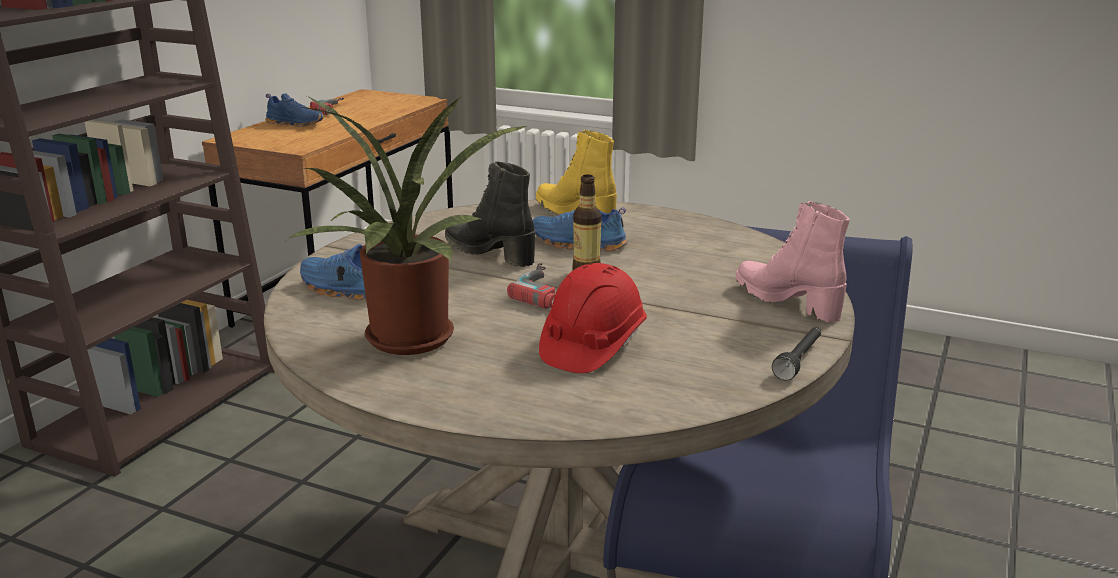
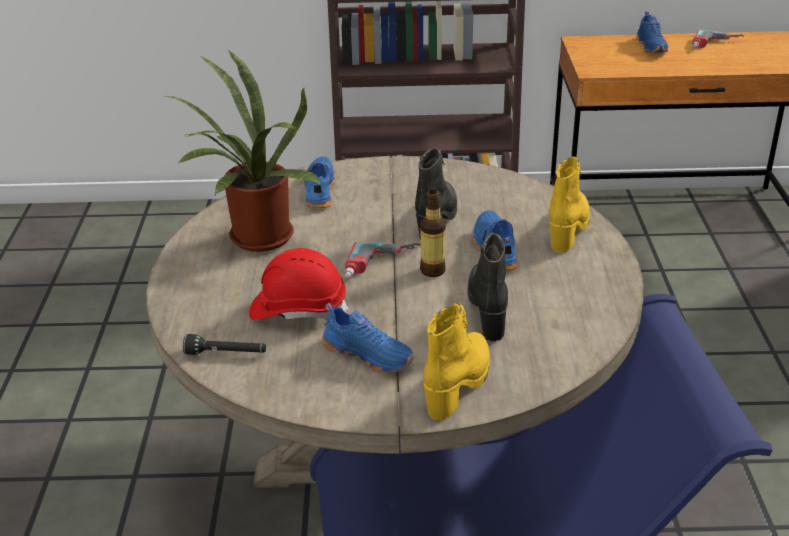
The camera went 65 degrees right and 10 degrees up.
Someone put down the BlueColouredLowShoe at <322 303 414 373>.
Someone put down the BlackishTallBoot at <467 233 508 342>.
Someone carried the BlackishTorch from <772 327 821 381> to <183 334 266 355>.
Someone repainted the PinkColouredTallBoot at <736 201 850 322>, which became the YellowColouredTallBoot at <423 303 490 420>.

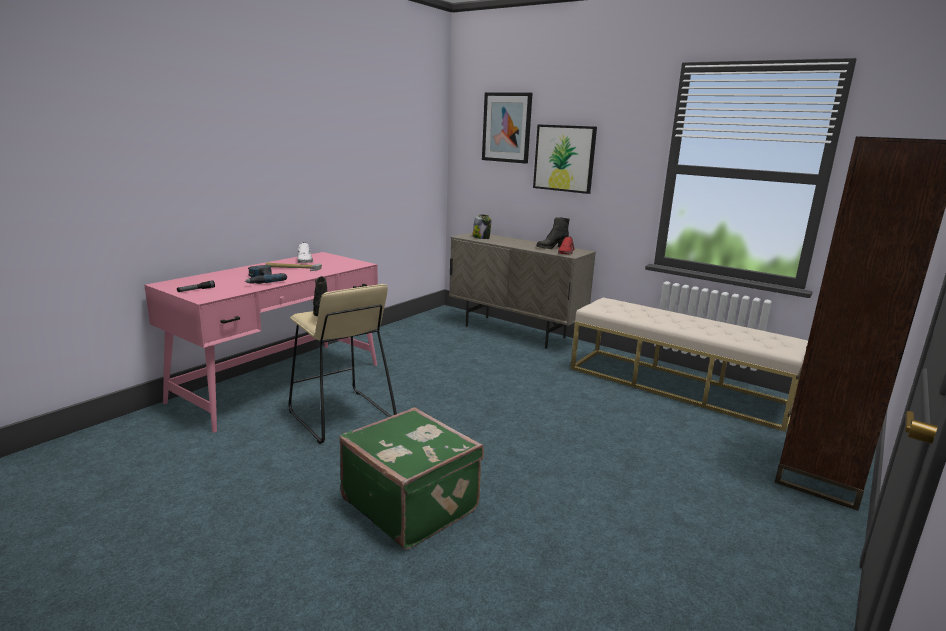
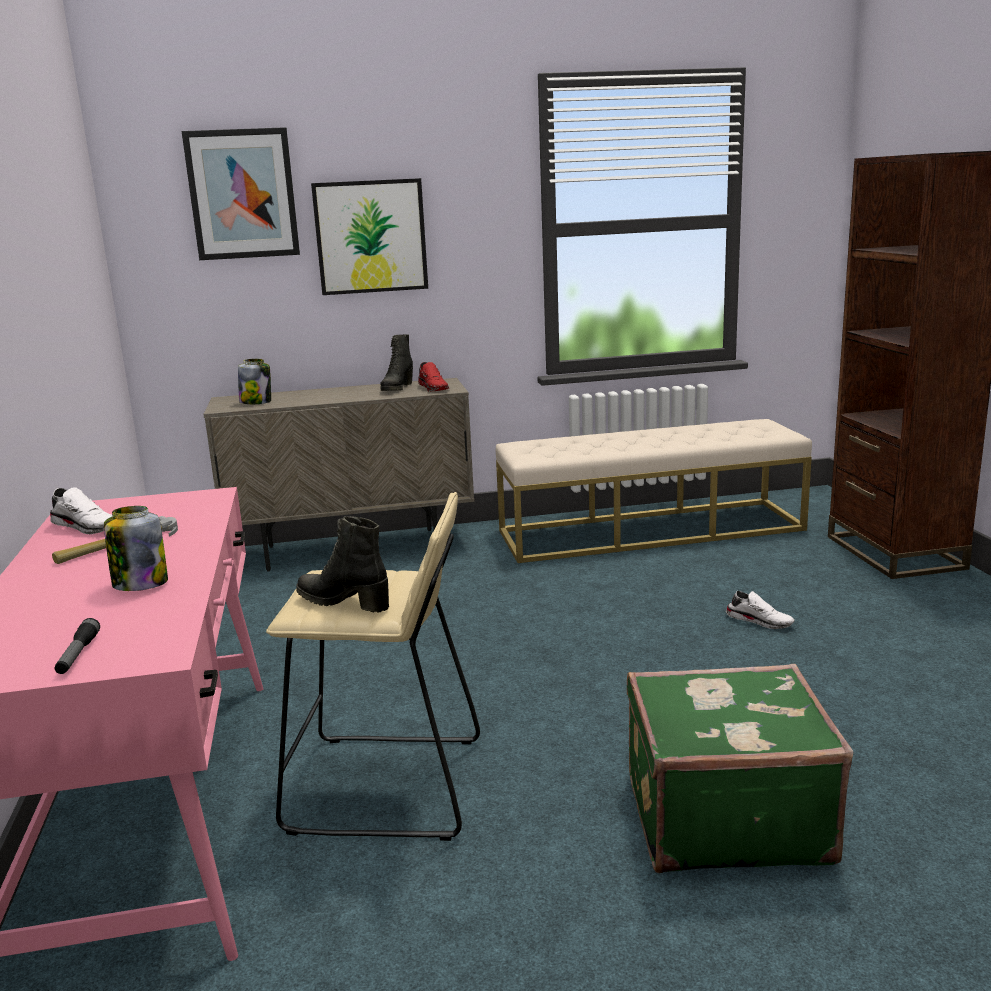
The camera went 45 degrees left and 0 degrees up.
Someone put down the WhiteColouredLowShoe at <726 591 795 629>.
Someone swapped the Drill at <245 265 287 284> for the PreserveJar at <104 506 168 591>.

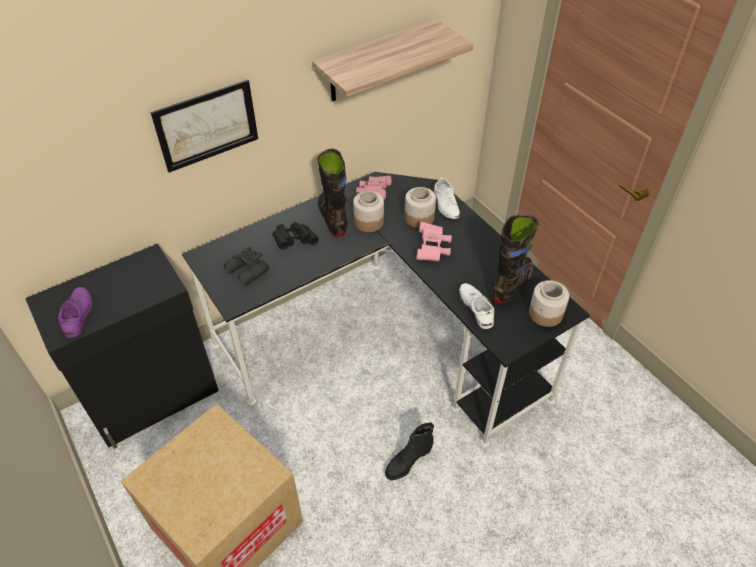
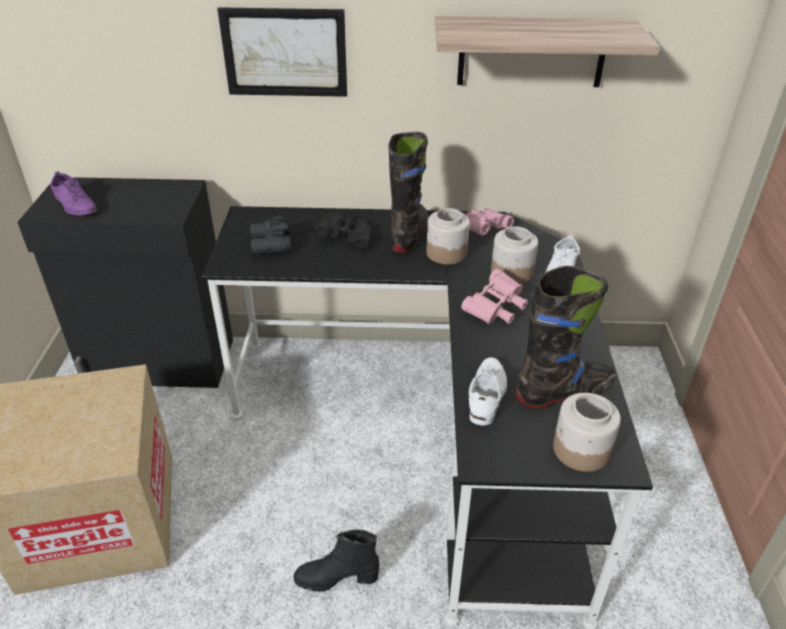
The camera went 35 degrees right and 10 degrees down.
Someone rotated the PurpleLowShoe at <58 287 92 338> by 105 degrees clockwise.

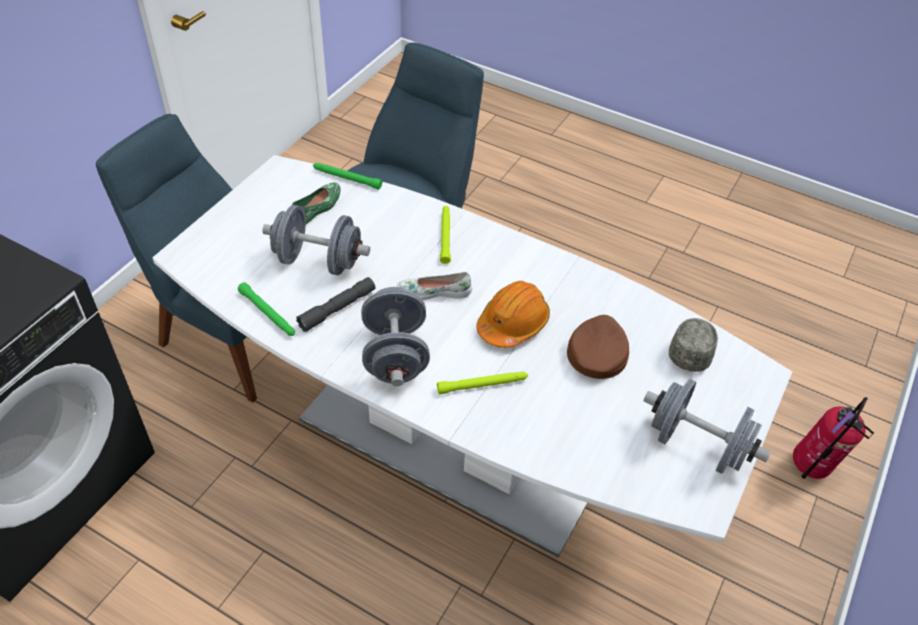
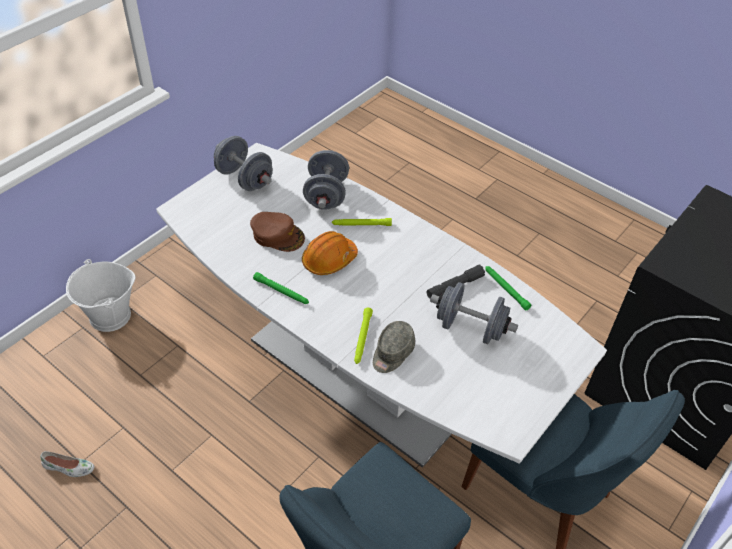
The camera went 170 degrees left and 0 degrees up.
Someone took away the GreenColouredLowShoe at <292 182 340 224>.
Someone carried the GreenColouredTorch from <313 163 382 190> to <253 272 309 304>.
Someone carried the GreyDumbbell from <361 287 430 386> to <303 150 349 210>.
Someone carried the WhiteColouredLowShoe from <397 272 472 300> to <40 451 95 477>.
Someone carried the GreyBaseballCap from <669 318 718 372> to <373 321 415 373>.
Someone swapped the FireFightingCylinder at <793 397 874 479> for the WhiteColouredPail at <66 259 136 332>.
Someone rotated the BrownColouredBaseballCap at <567 315 629 379> by 90 degrees counterclockwise.

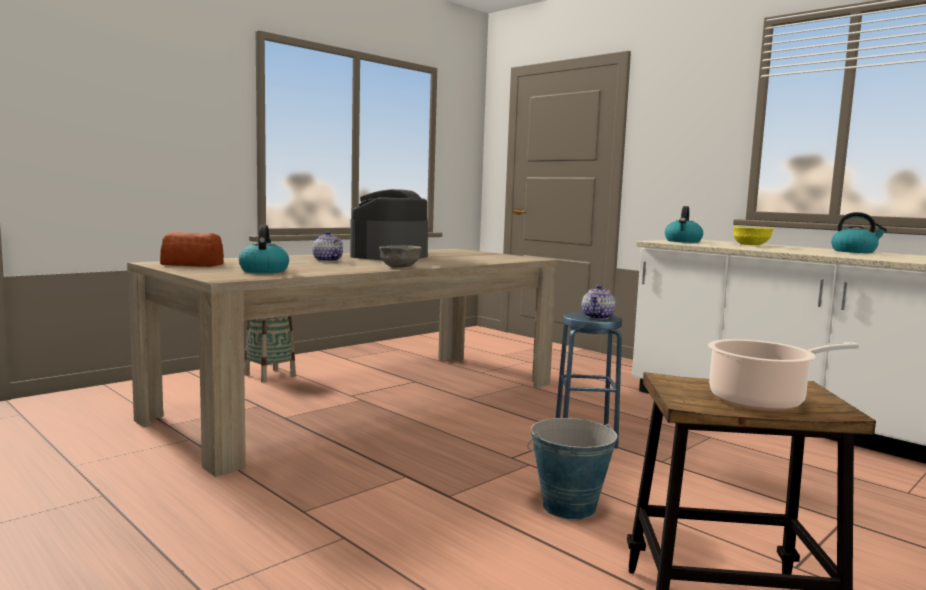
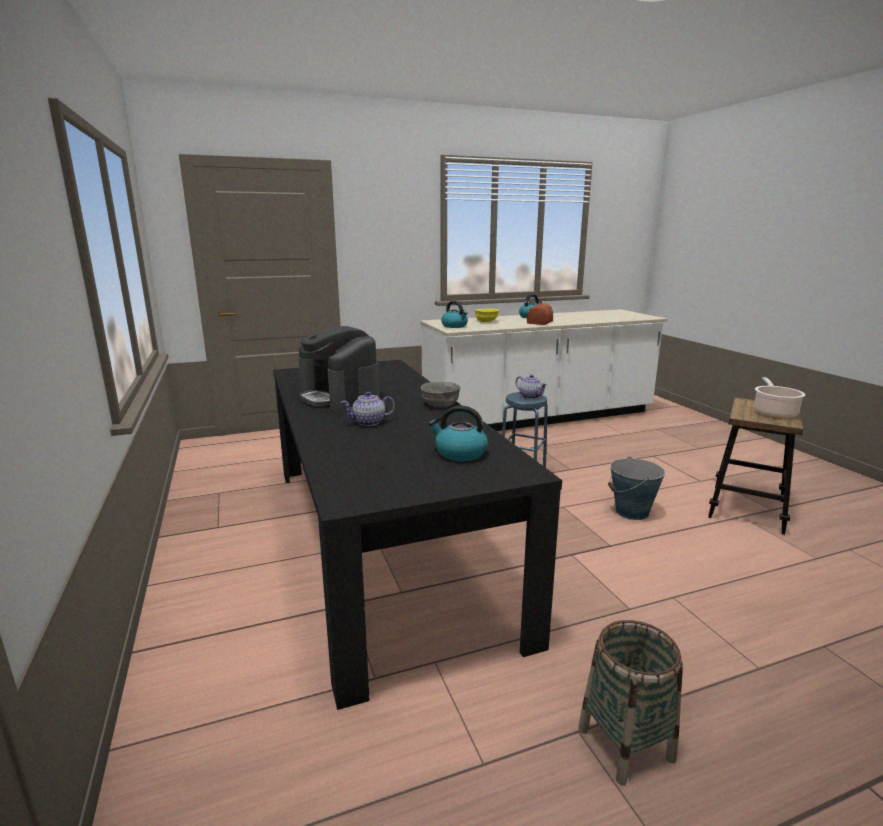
The camera went 65 degrees left and 10 degrees up.
Someone carried the BakedBread from <160 232 224 267> to <527 303 553 325>.
Someone carried the StorageBasket from <244 316 296 382> to <578 620 683 785>.
Someone repainted the BeigeColouredDiningTable at <127 249 557 477>, which became the BlackishDiningTable at <273 360 562 710>.

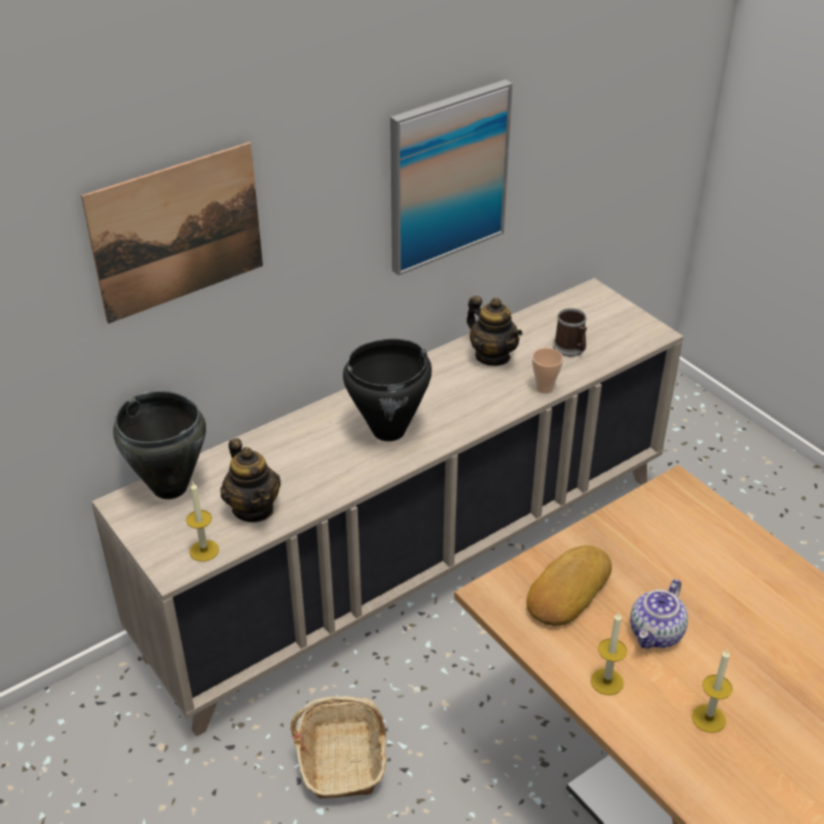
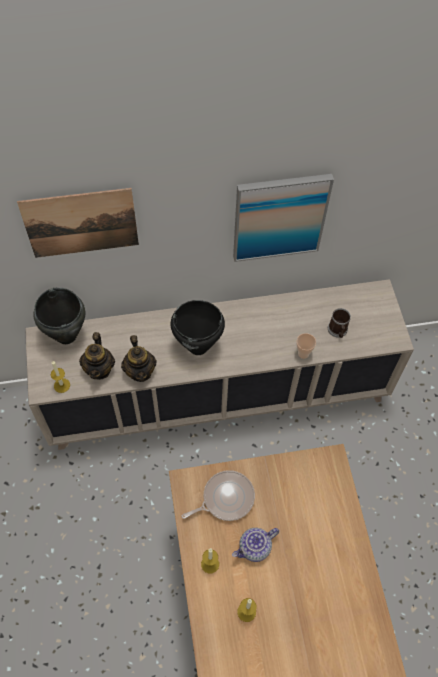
The camera went 25 degrees right and 20 degrees up.
Someone took away the StorageBasket at <291 696 386 799>.
Someone carried the Teapot from <467 296 522 366> to <121 335 157 382>.
Someone swapped the BakedBread at <527 545 612 626> for the Pan at <182 470 255 521>.

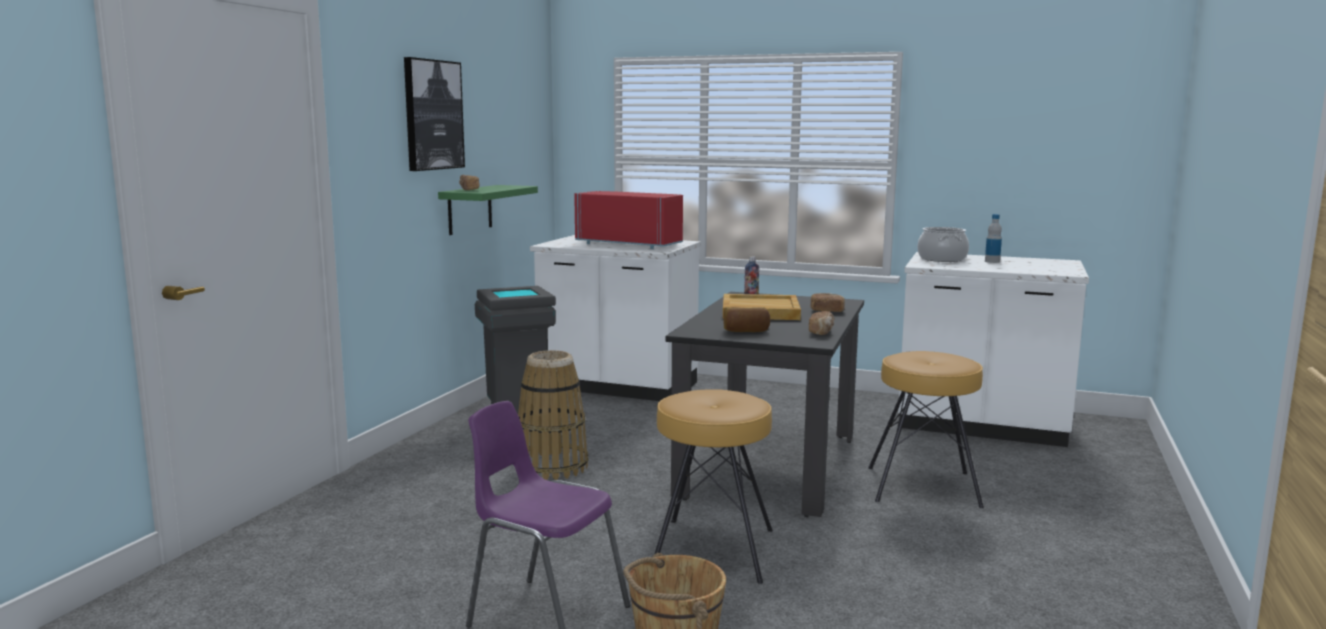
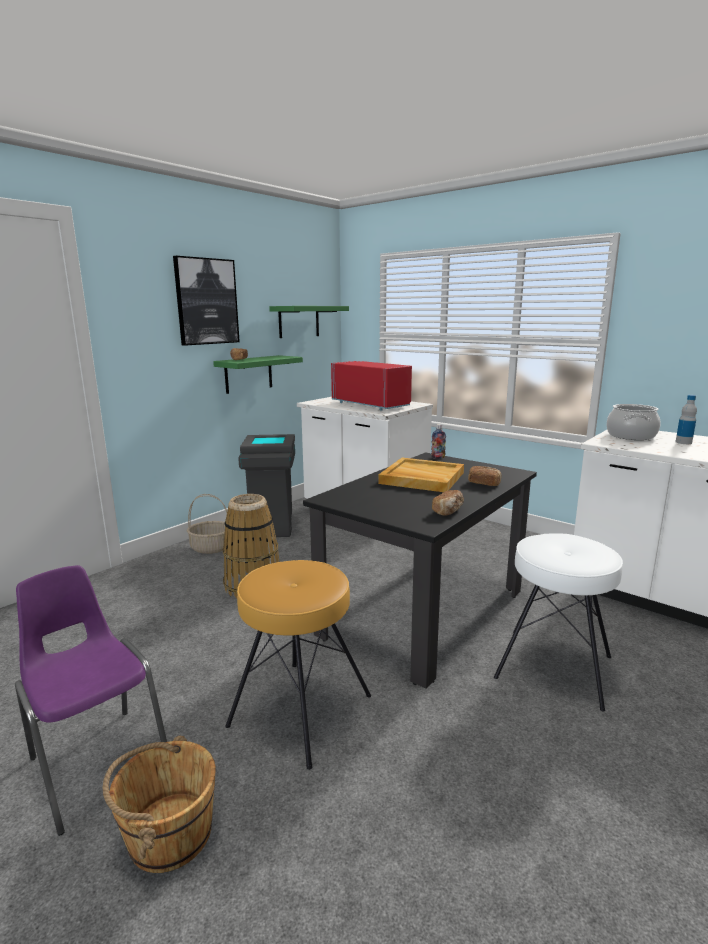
The camera went 20 degrees right and 5 degrees up.
Someone took away the BakedBread at <724 307 770 332>.
Someone put down the StorageBasket at <187 494 227 554>.
Someone put up the GreenColouredShelf at <269 306 349 338>.
Someone repainted the BrownColouredSittingStool at <868 351 984 508>, which became the WhiteColouredSittingStool at <494 533 623 711>.

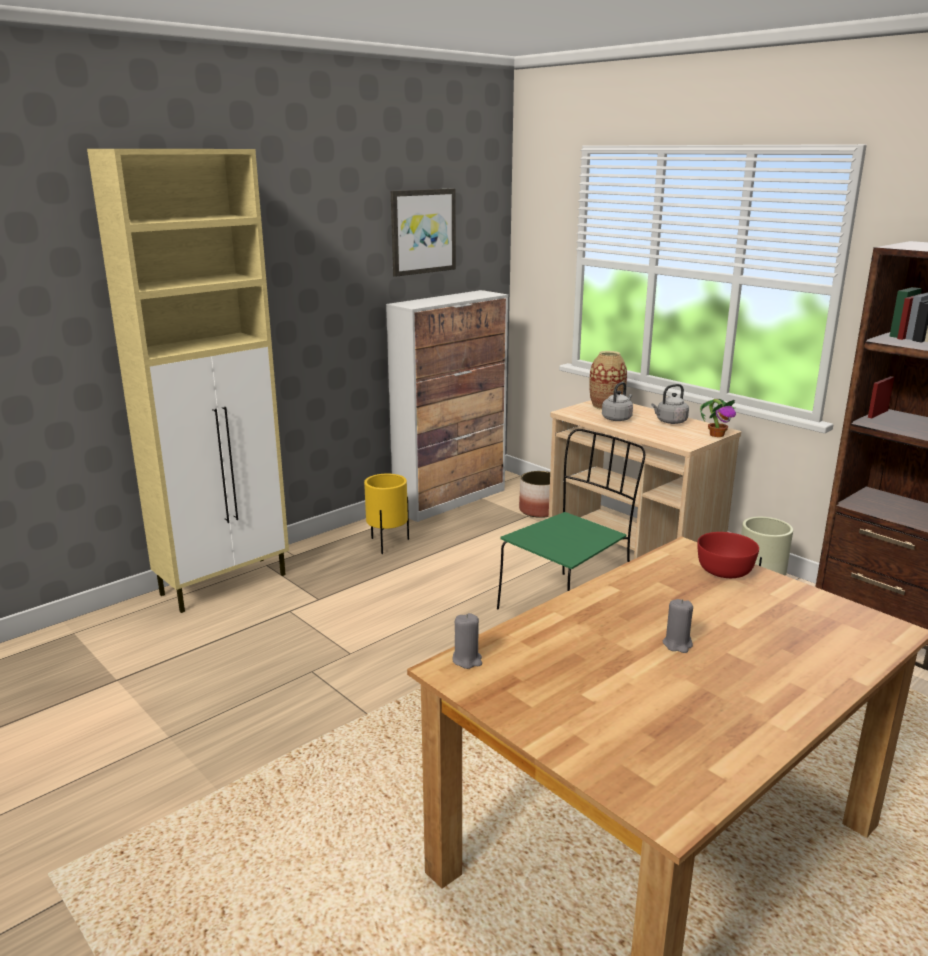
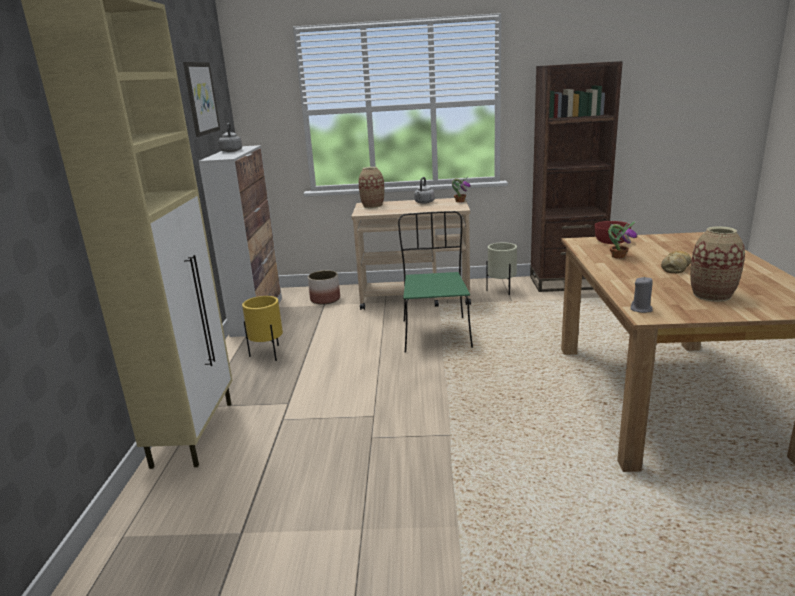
The camera went 45 degrees left and 0 degrees up.
Someone put down the PottedPlant at <608 221 637 259>.
Someone put down the DecorativeVase at <690 226 745 302>.
Someone carried the GreyKettle from <602 382 633 421> to <219 123 242 152>.
Someone swapped the GreyCandle at <663 599 693 653> for the BakedBread at <661 250 691 273>.

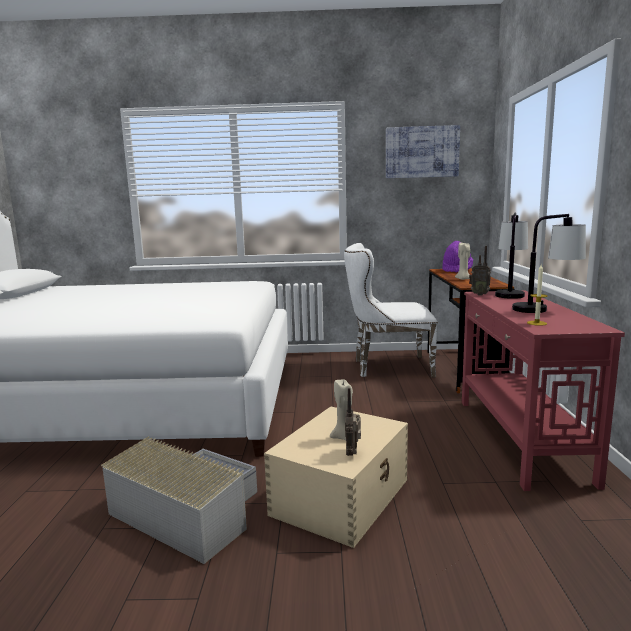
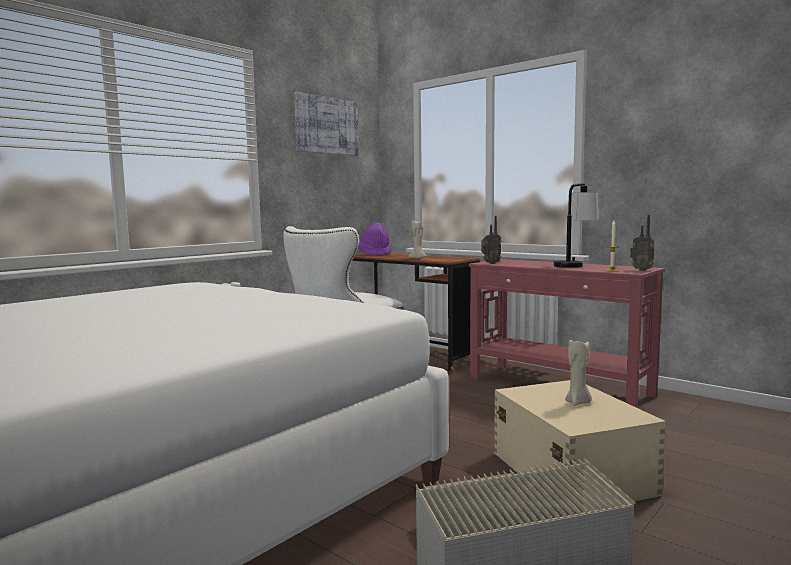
The camera went 50 degrees left and 5 degrees down.
Someone took away the TabletopLamp at <495 212 528 299>.
Someone carried the RadioSet from <345 388 361 456> to <630 215 655 271>.

